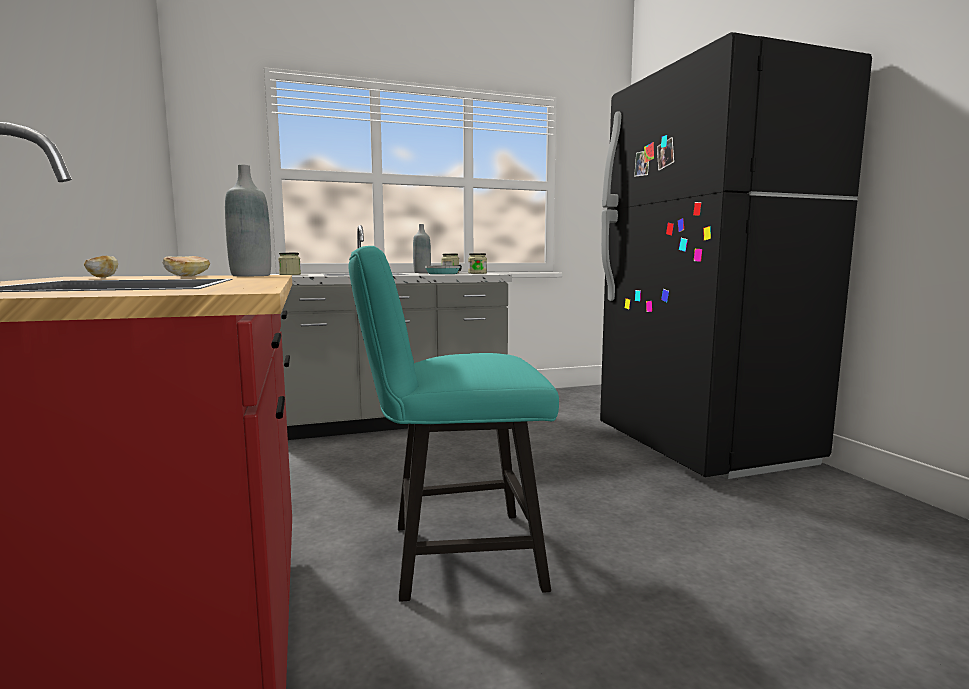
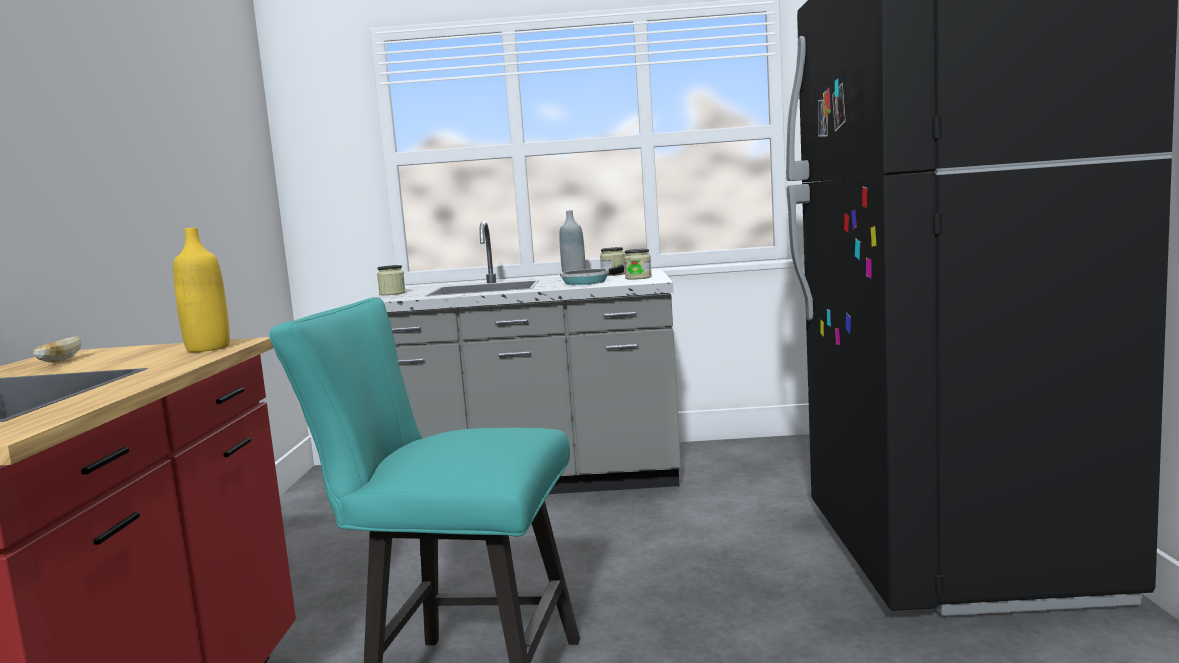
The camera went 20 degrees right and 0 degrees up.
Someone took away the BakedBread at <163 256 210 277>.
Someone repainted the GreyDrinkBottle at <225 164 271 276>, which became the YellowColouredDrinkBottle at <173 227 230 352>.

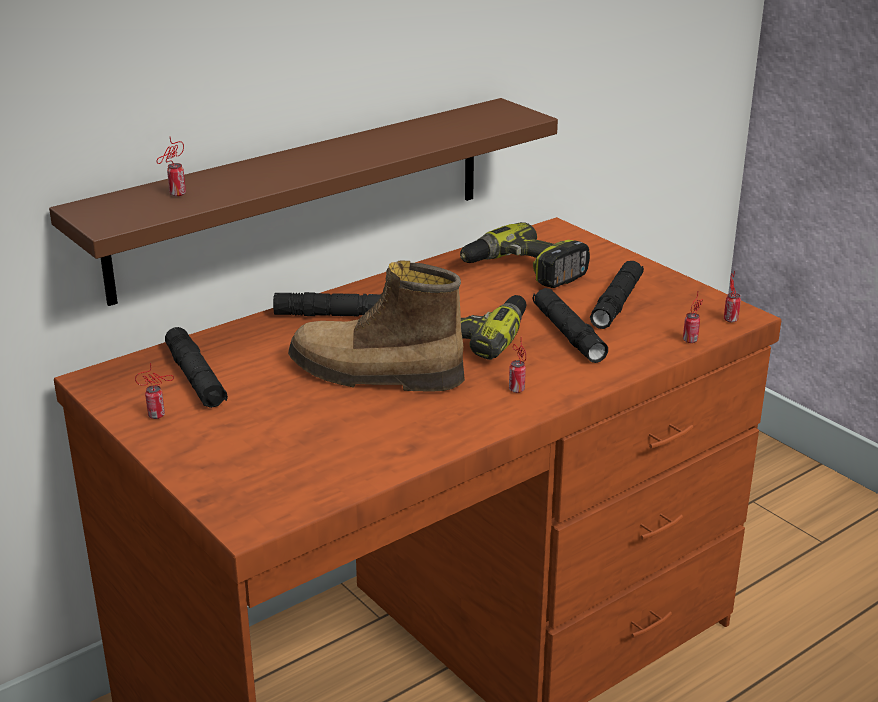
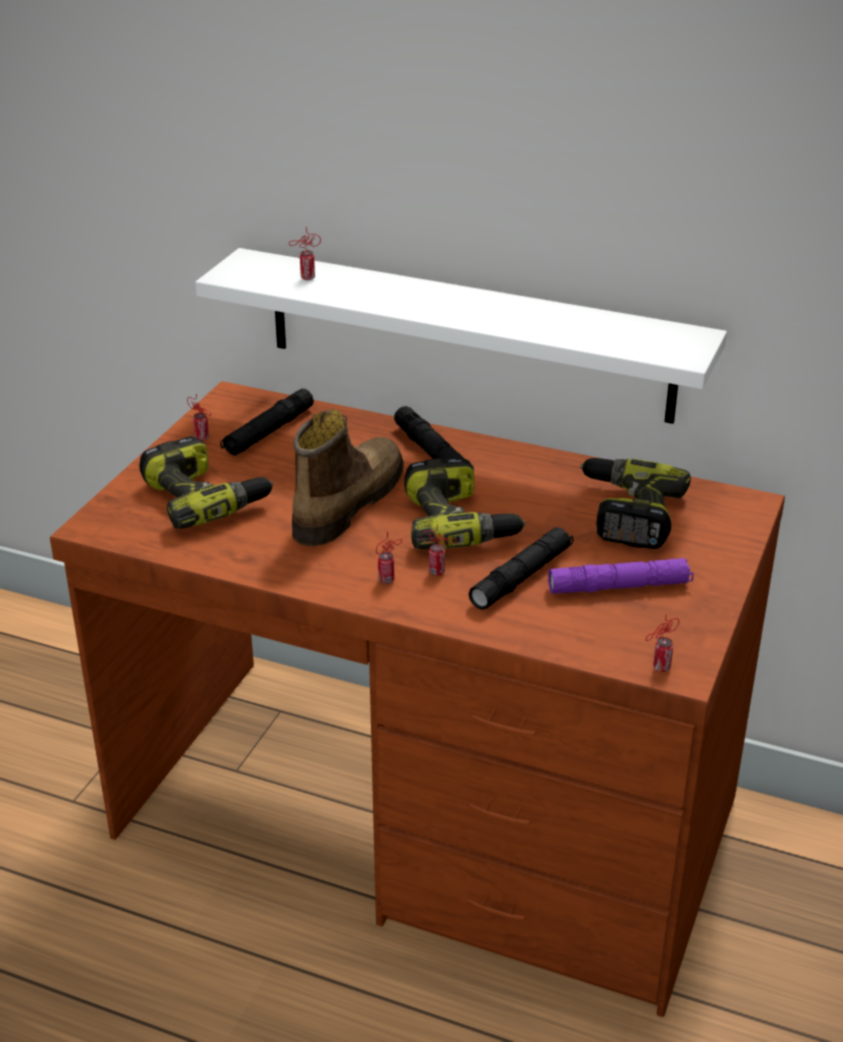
The camera went 60 degrees right and 5 degrees up.
Someone put down the Drill at <140 436 274 529>.
Someone carried the MetalCan from <683 292 703 343> to <421 524 458 576>.
Someone repainted the BrownColouredShelf at <49 98 558 306>, which became the WhiteColouredShelf at <195 248 727 424>.
Someone repainted the BlackishTorch at <590 261 644 329>, which became the PurpleTorch at <548 558 694 594>.
Someone rotated the TallBoot at <288 261 465 392> by 45 degrees clockwise.

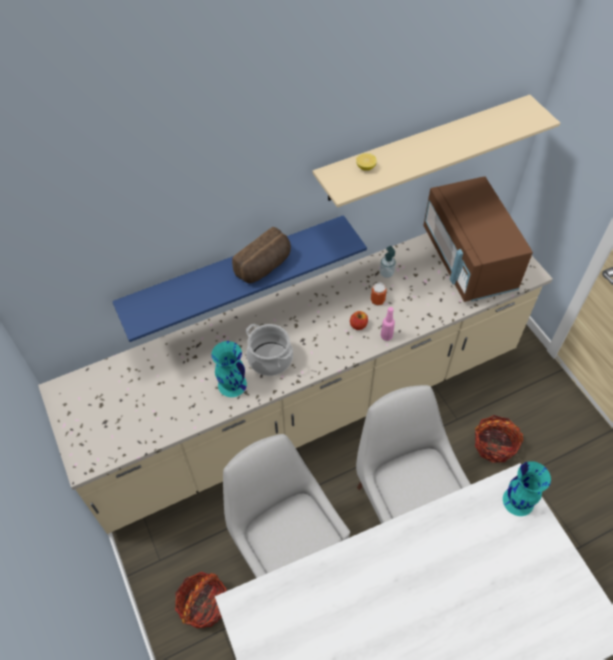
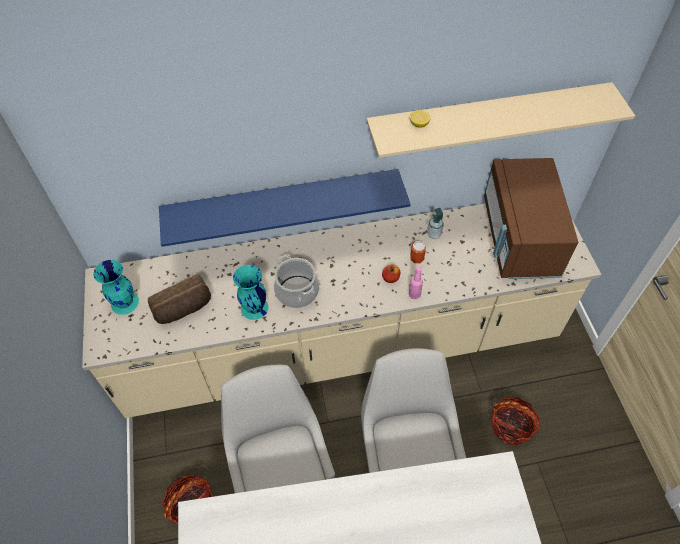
The camera went 15 degrees right and 0 degrees up.
Someone carried the BakedBread from <232 227 291 283> to <148 274 211 324>.
Someone carried the TurquoiseColouredDecorativeVase from <503 461 551 516> to <93 260 139 315>.

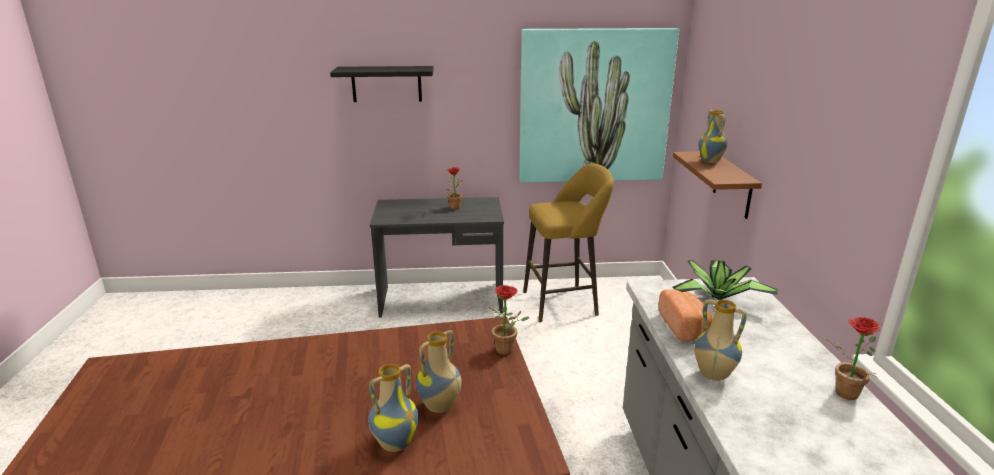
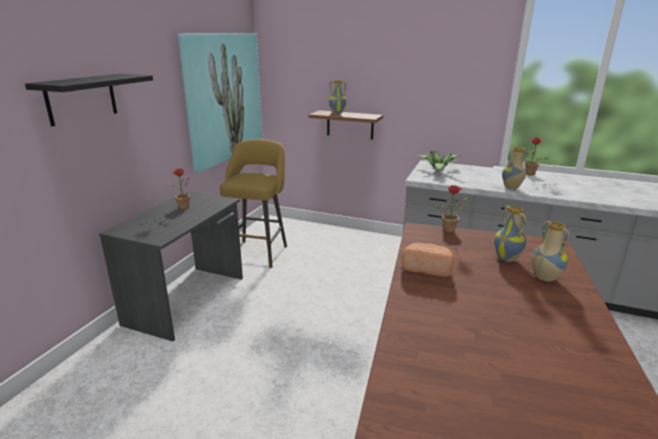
The camera went 65 degrees left and 0 degrees up.
Someone carried the BakedBread from <659 289 713 342> to <401 243 454 277>.

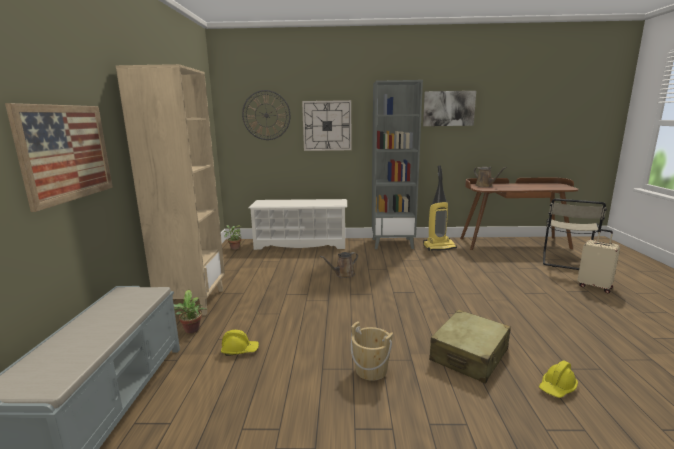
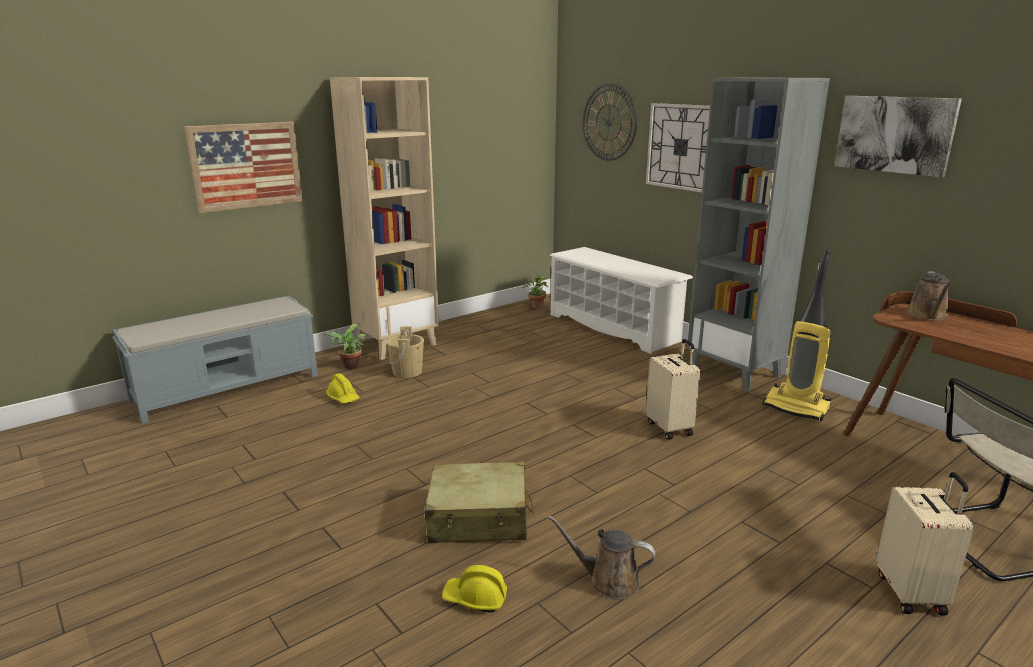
The camera went 50 degrees right and 5 degrees up.
Someone put down the BeigeColouredSuitcase at <646 339 700 440>.
Someone carried the BrownColouredWateringPot from <320 252 358 278> to <548 515 656 600>.
Someone carried the BeigeColouredPail from <351 322 393 381> to <387 326 424 378>.

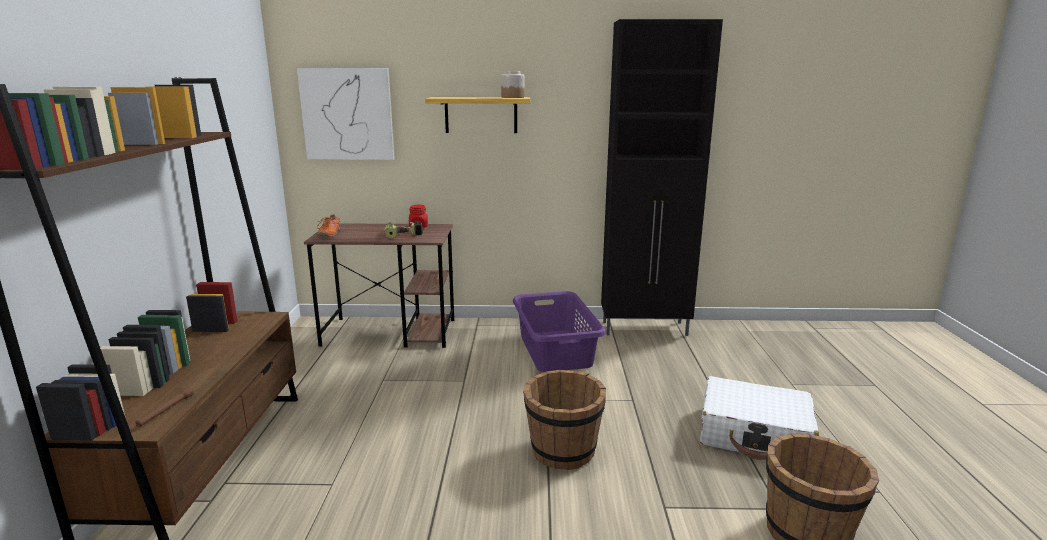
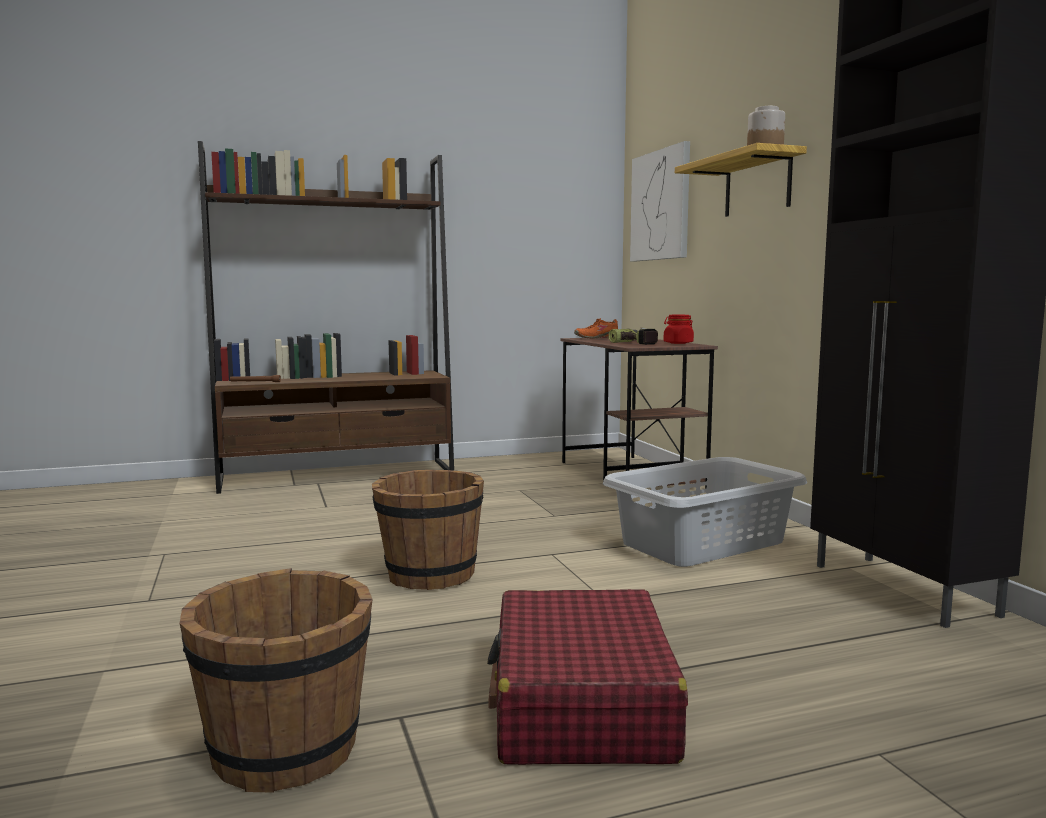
The camera went 70 degrees right and 10 degrees down.
Someone repainted the PurpleWashingBasket at <513 291 606 372>, which became the GreyWashingBasket at <603 457 807 567>.
Someone repainted the WhiteColouredSuitcase at <700 376 819 460>, which became the RedColouredSuitcase at <487 589 688 765>.

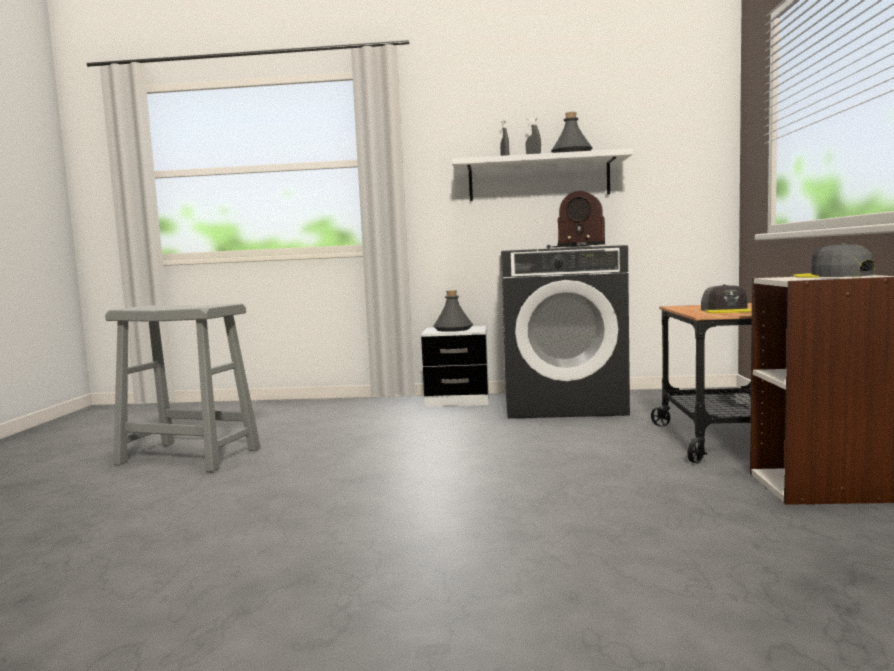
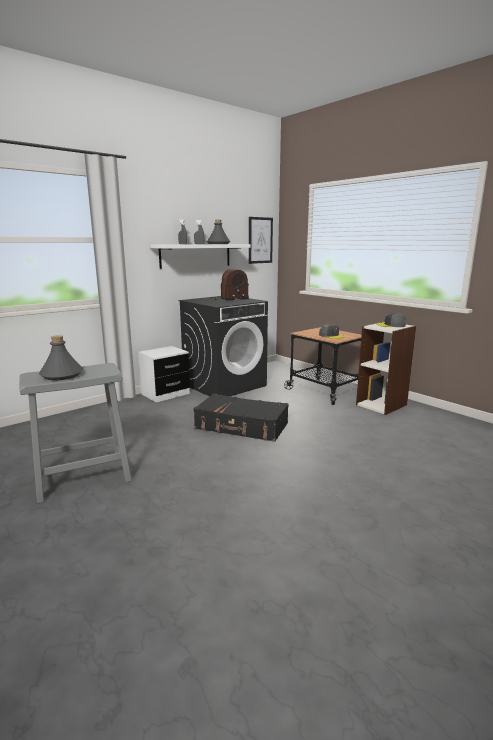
The camera went 45 degrees left and 10 degrees up.
Someone put down the BlackishSuitcase at <194 394 289 442>.
Someone put up the WallArt at <249 217 273 264>.
Someone carried the GreyDrinkBottle from <433 290 473 332> to <39 335 83 381>.

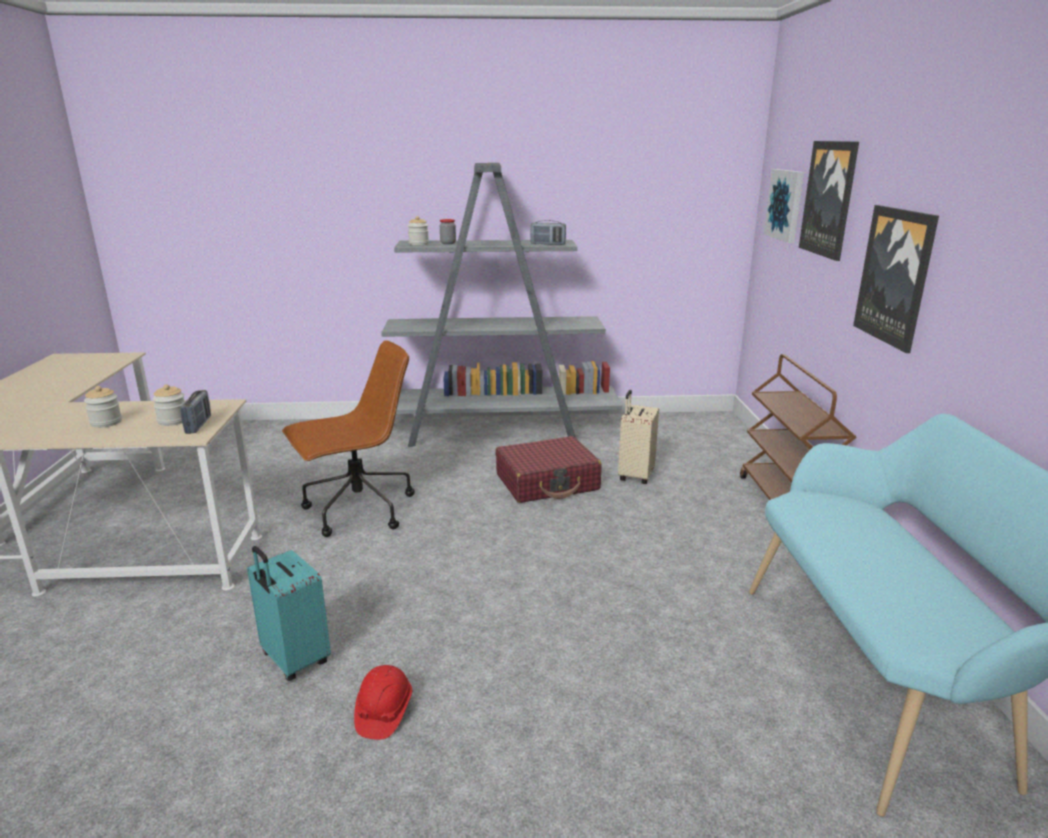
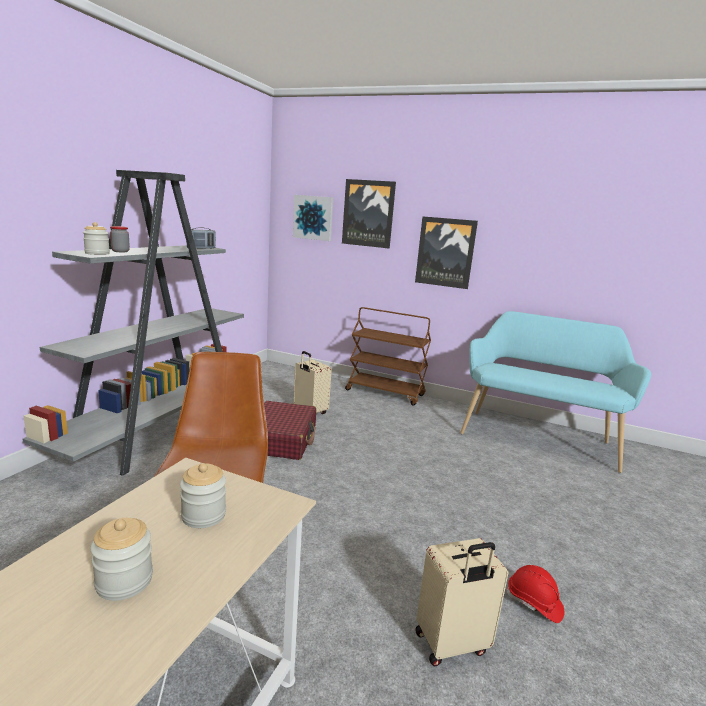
The camera went 65 degrees left and 5 degrees down.
Someone took away the RadioSet at <180 390 211 434>.
Someone repainted the TurquoiseColouredSuitcase at <247 546 331 681>, which became the BeigeColouredSuitcase at <415 538 508 666>.

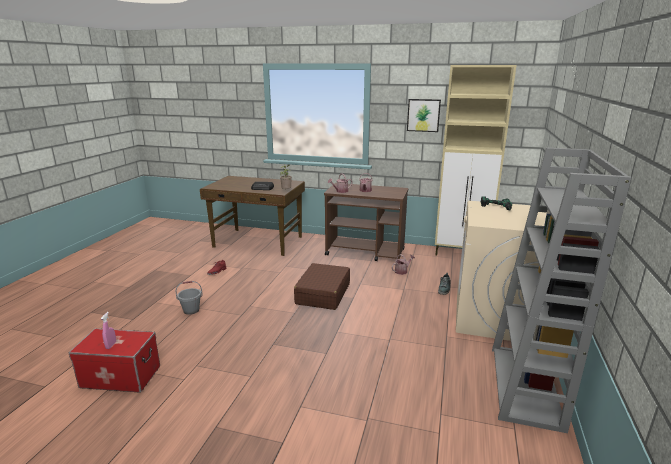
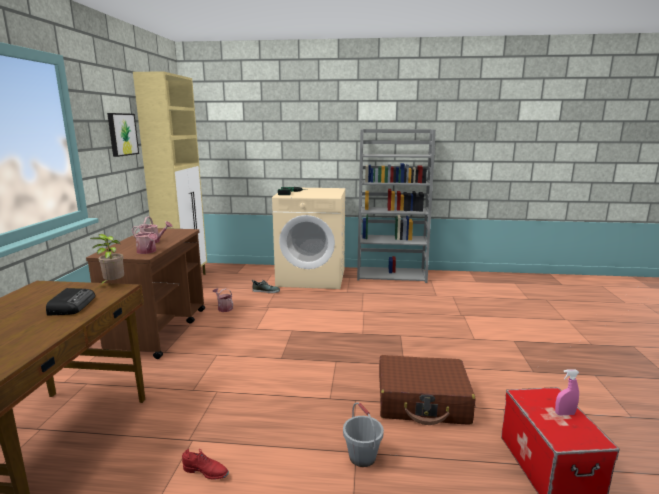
The camera went 100 degrees left and 5 degrees down.
Someone carried the BrownColouredSuitcase from <294 263 350 310> to <379 355 476 425>.

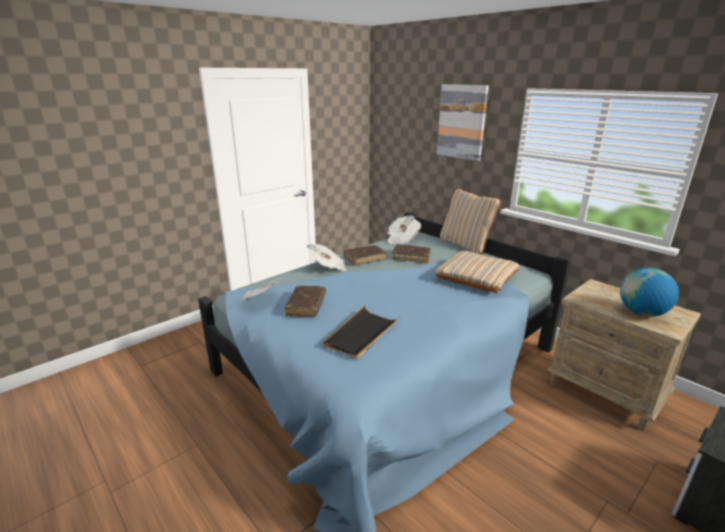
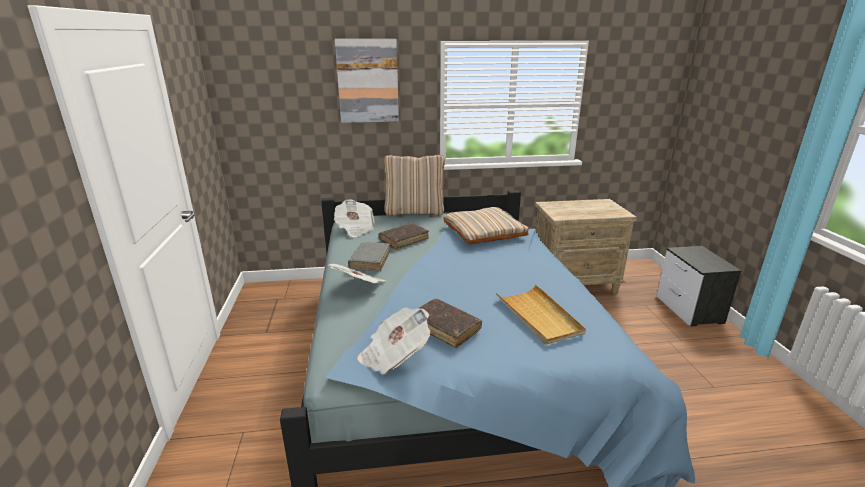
The camera went 55 degrees left and 0 degrees up.
Someone took away the DeskGlobe at <620 268 679 317>.
Someone repainted the BlackishServingTray at <323 306 400 360>, which became the BeigeColouredServingTray at <496 284 586 345>.
Someone repainted the BrownColouredBook at <344 245 387 266>, which became the GreyBook at <348 242 390 271>.

